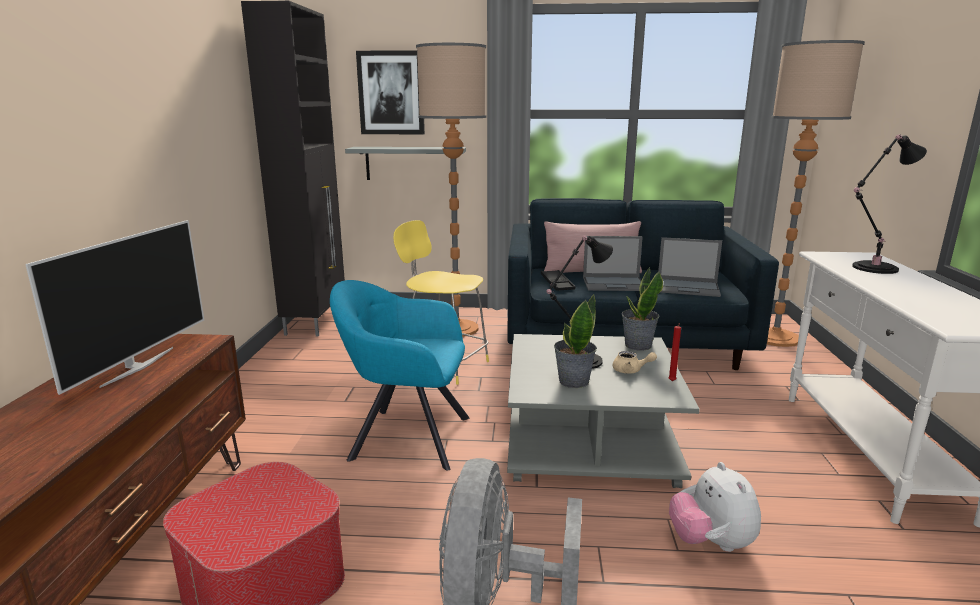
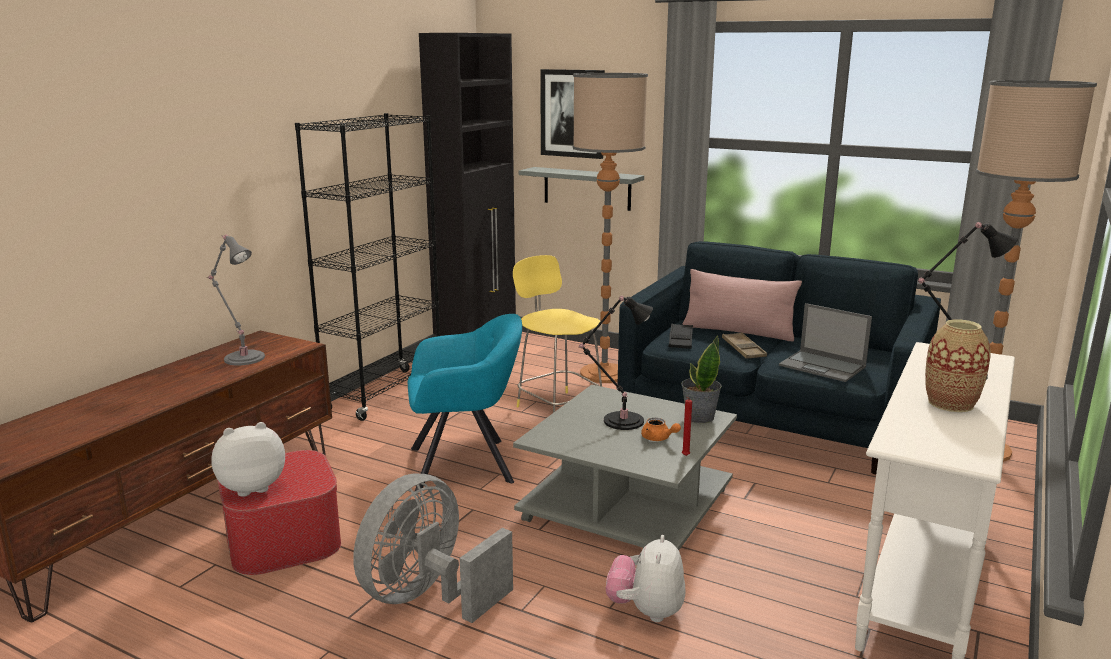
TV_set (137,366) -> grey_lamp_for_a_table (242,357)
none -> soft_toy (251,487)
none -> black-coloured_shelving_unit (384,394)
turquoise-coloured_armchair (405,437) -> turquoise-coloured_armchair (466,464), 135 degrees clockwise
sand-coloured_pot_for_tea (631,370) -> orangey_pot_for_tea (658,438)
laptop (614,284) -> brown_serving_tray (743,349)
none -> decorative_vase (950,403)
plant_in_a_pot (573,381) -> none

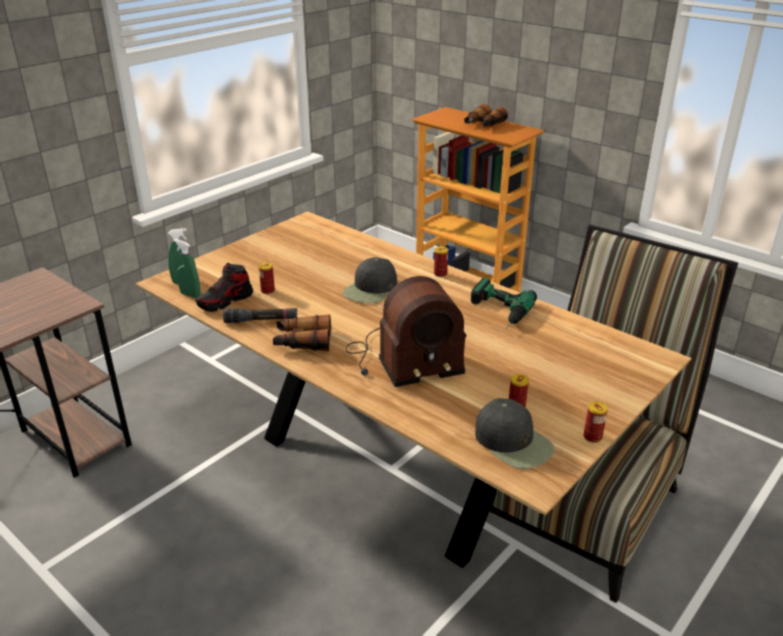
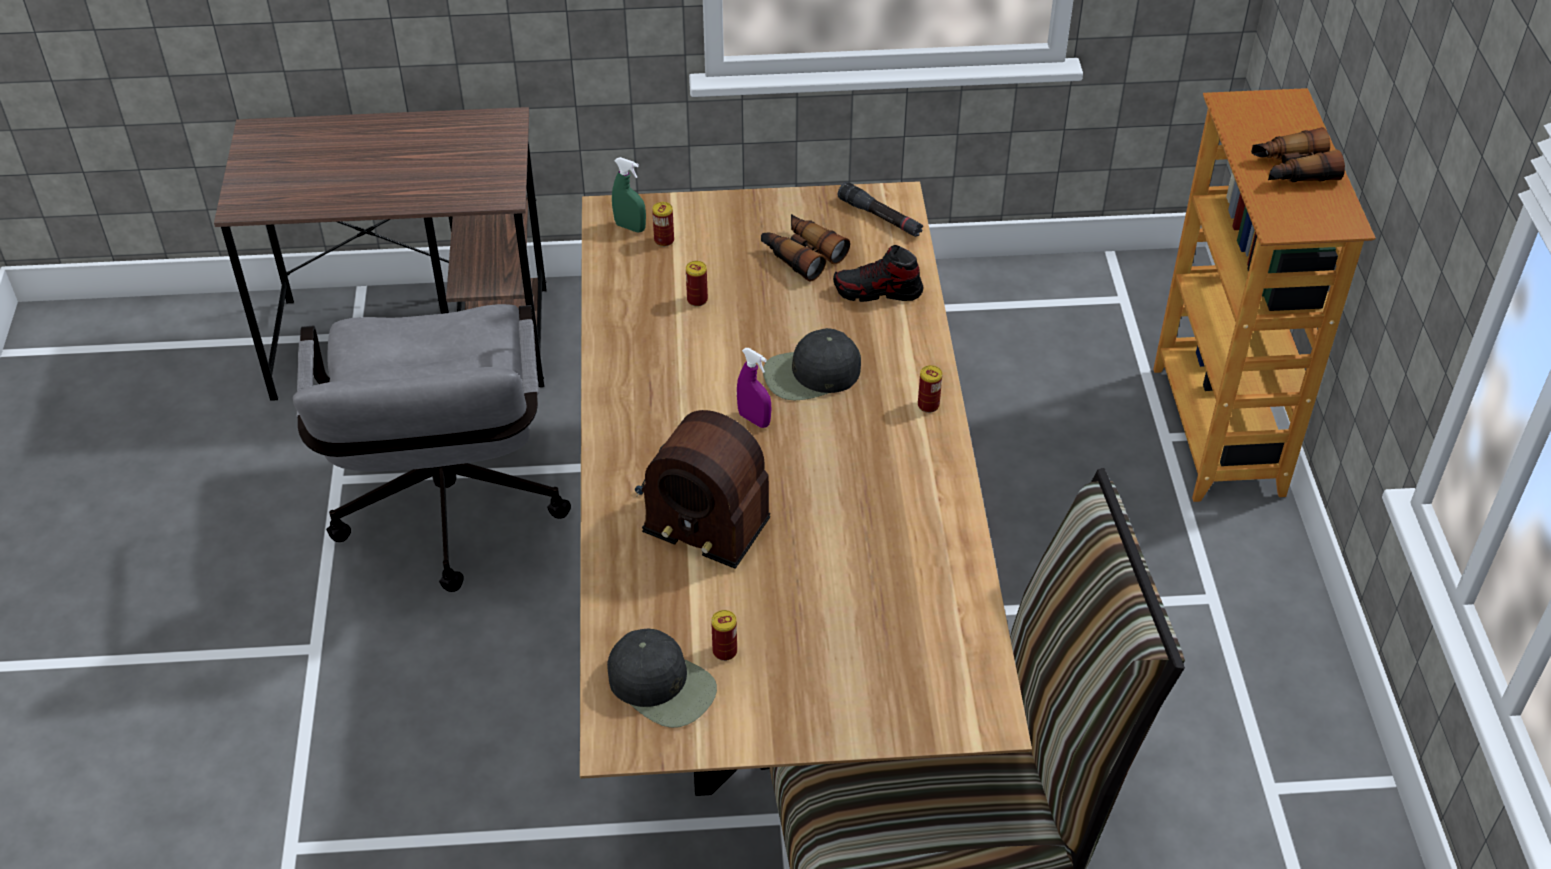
none -> grey_computer_chair (449,518)
black-coloured_baseball_cap (514,442) -> black-coloured_baseball_cap (662,685), 60 degrees counterclockwise
sealed_can (592,437) -> sealed_can (664,240), moved
none -> purple-coloured_spray_bottle (754,419)
binoculars (302,342) -> binoculars (801,254), moved
low_shoe (225,301) -> low_shoe (877,291), moved
black-coloured_flashlight (261,320) -> black-coloured_flashlight (880,217), moved
green_spray_bottle (190,295) -> none
power_drill (497,311) -> none

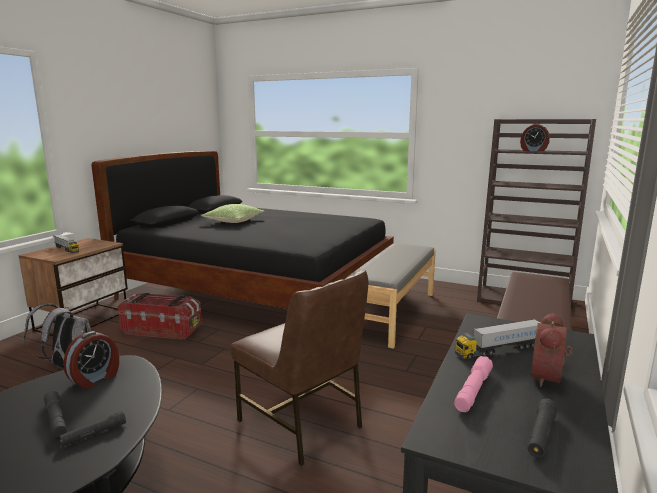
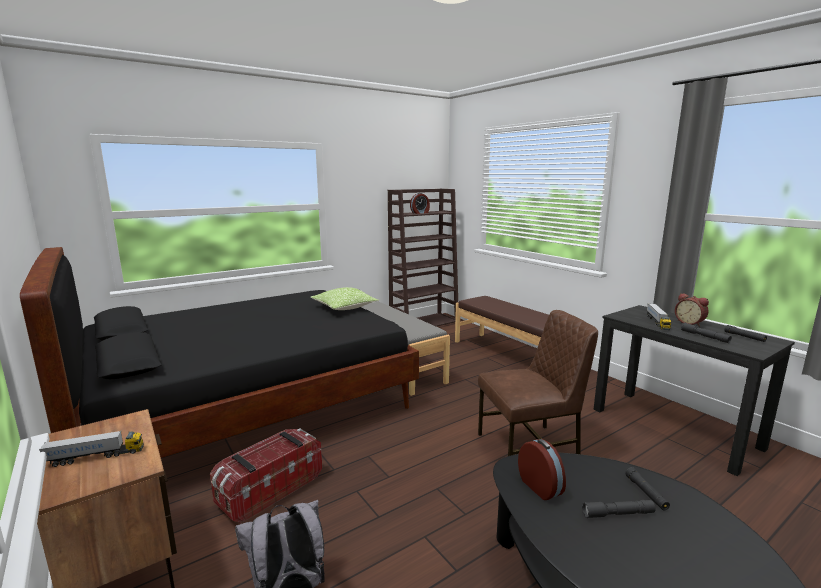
pillow (233,221) -> pillow (344,307), moved
pinkish_flashlight (473,390) -> grey_flashlight (704,337)

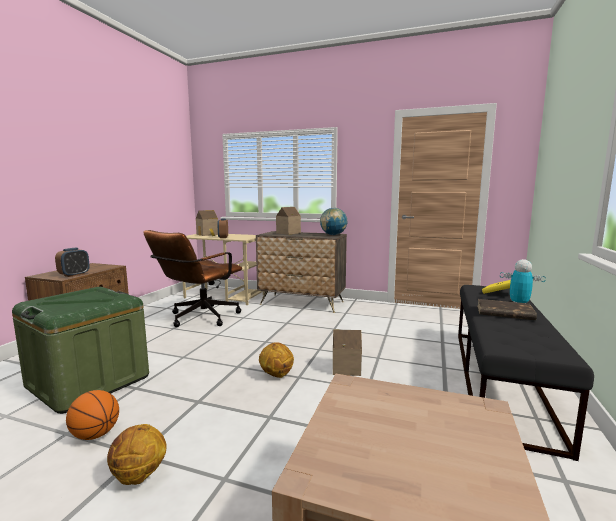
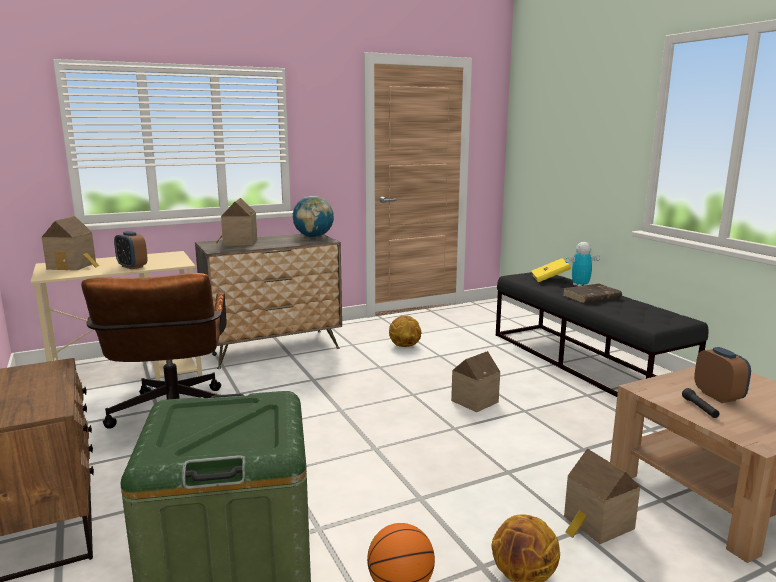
ball_for_basketball (276,375) -> ball_for_basketball (404,346), moved
none -> toy_house (596,524)
none -> black-coloured_flashlight (700,408)
table_clock (74,275) -> table_clock (718,396), moved

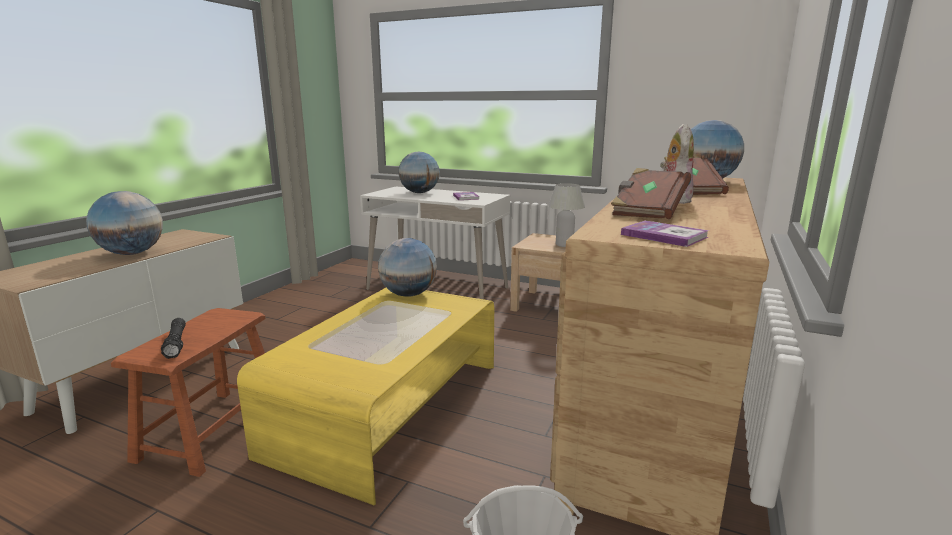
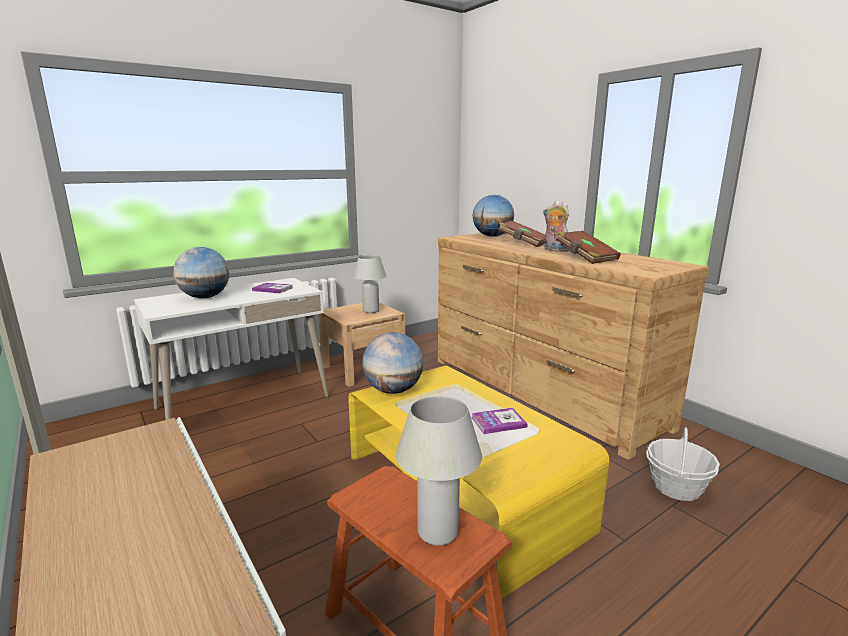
black-coloured_flashlight (176,343) -> white_lamp_for_a_table (438,532)
volume (664,236) -> volume (498,422), moved
desk_globe (132,253) -> none

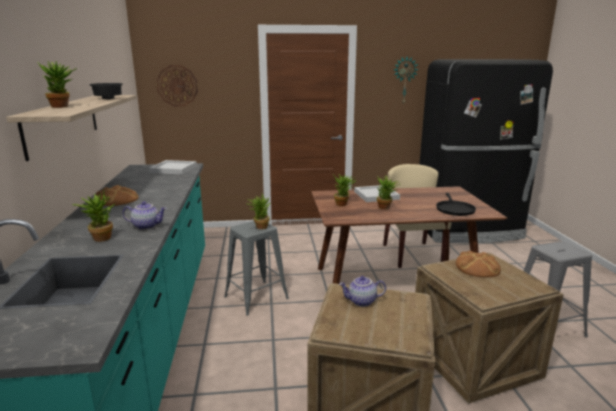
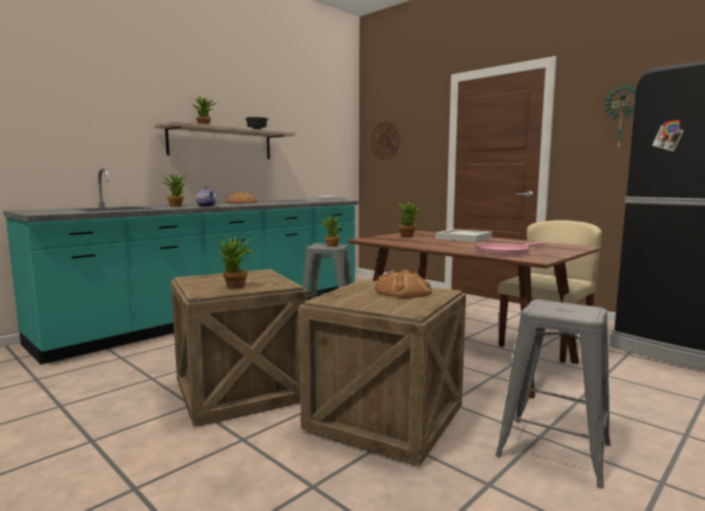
plant_in_a_pot (386,208) -> plant_in_a_pot (235,287), moved
black-coloured_skillet (454,209) -> pinkish_skillet (505,252)
pot_for_tea (361,302) -> none

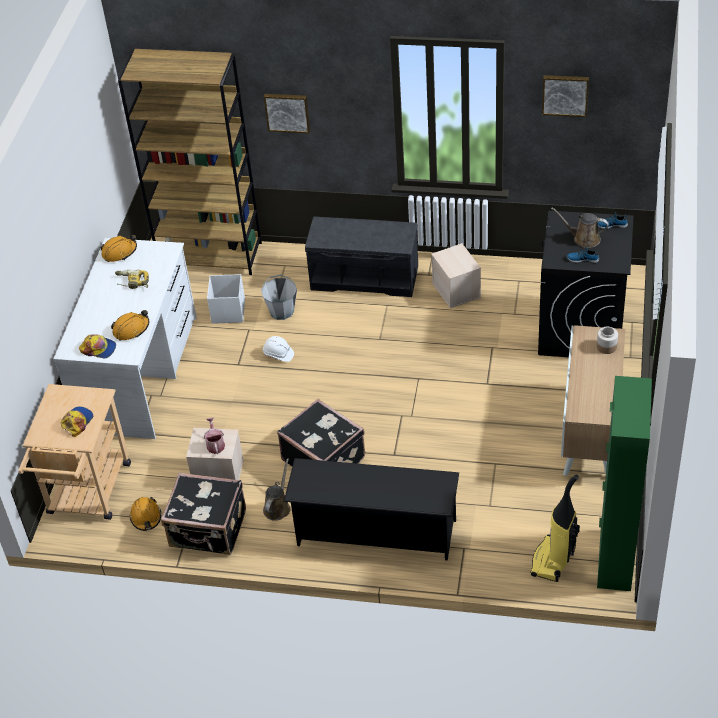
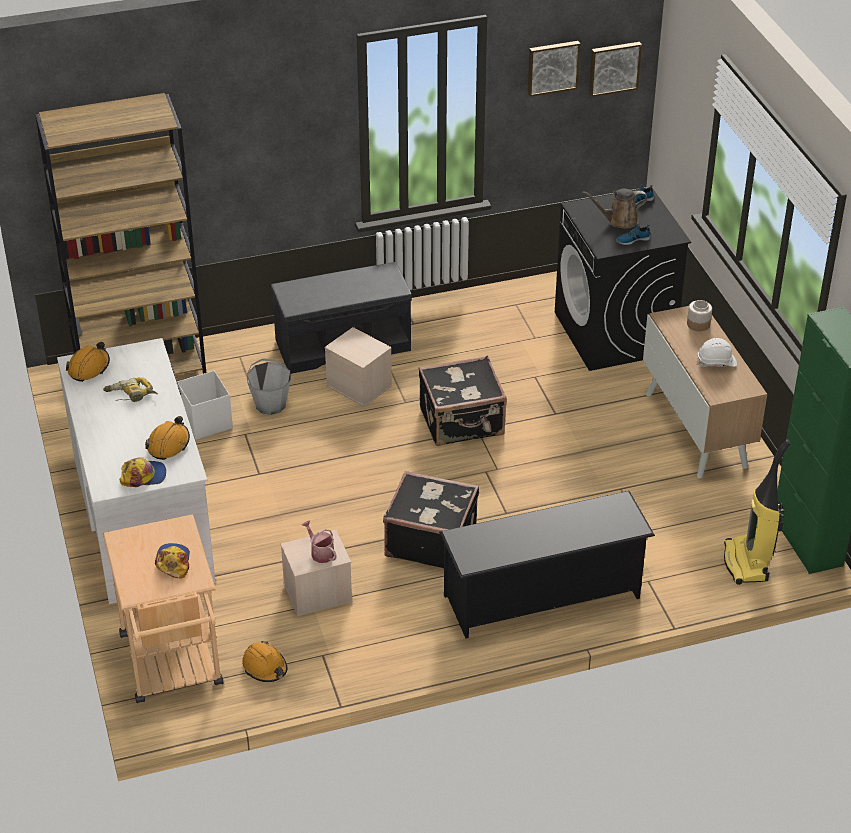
sand-coloured_storage_container (457,290) -> sand-coloured_storage_container (360,386), moved
black-coloured_suitcase (208,530) -> black-coloured_suitcase (462,422), moved
wall_picture (287,112) -> wall_picture (614,67), moved
white_work_helmet (278,354) -> white_work_helmet (716,362), moved
brown_watering_pot (278,507) -> none

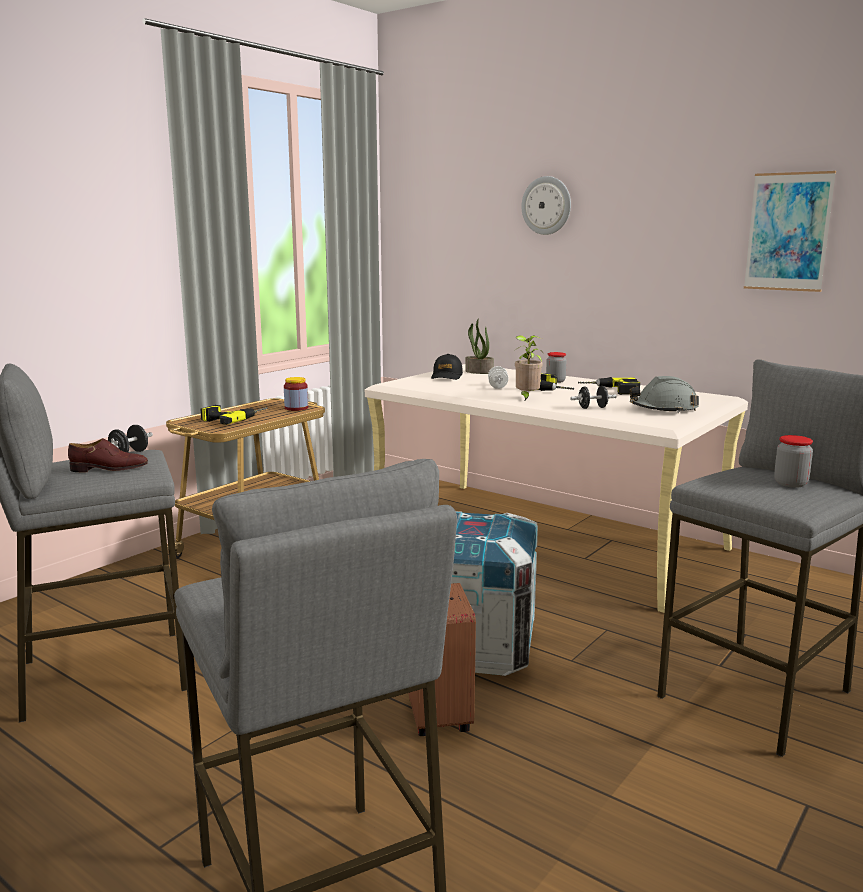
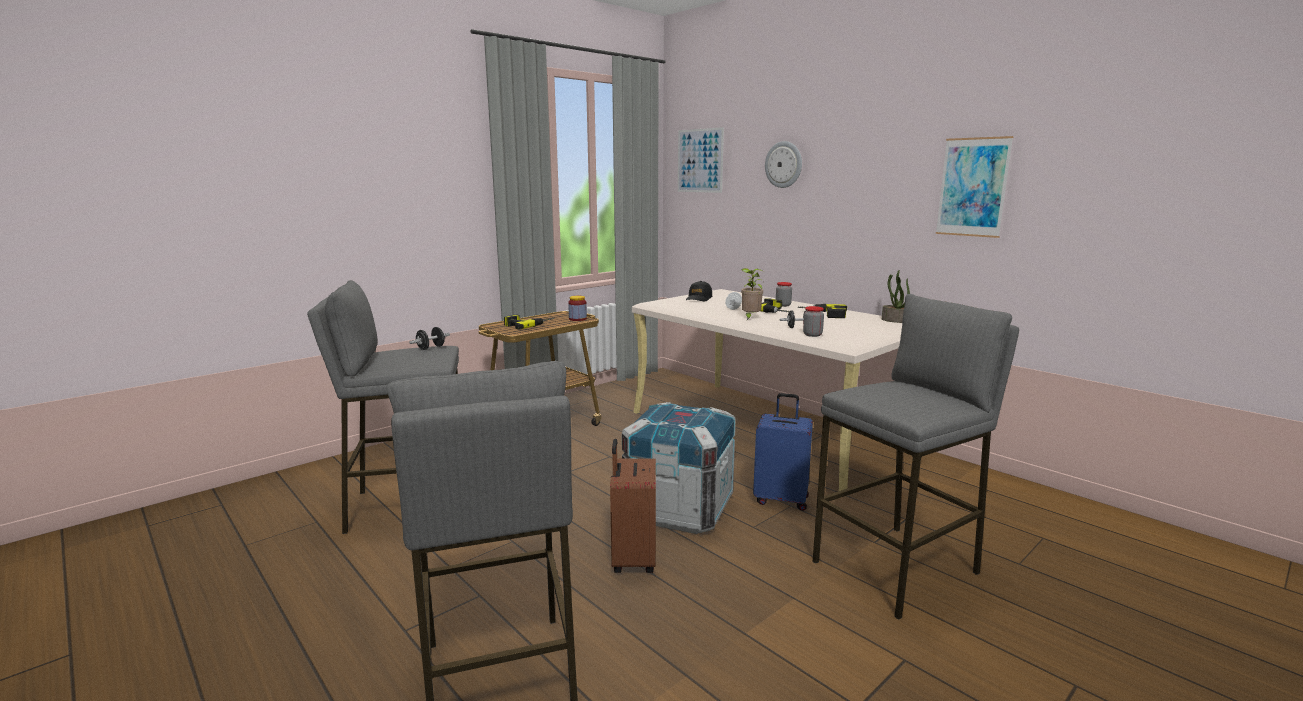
none -> wall_picture (700,160)
none -> blue-coloured_suitcase (781,499)
storage_jar (790,483) -> storage_jar (812,335), moved
plant_in_a_pot (478,372) -> plant_in_a_pot (895,320), moved
brown_low_shoe (109,468) -> none
grey_work_helmet (663,409) -> none

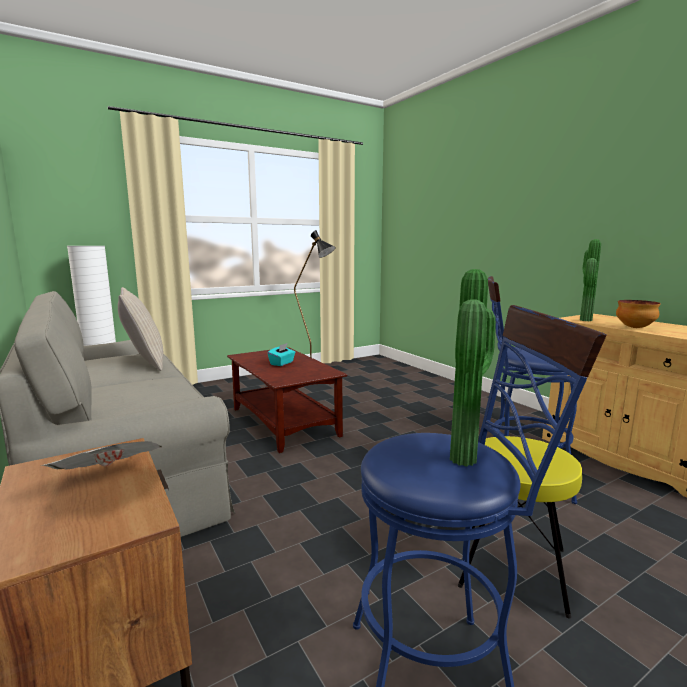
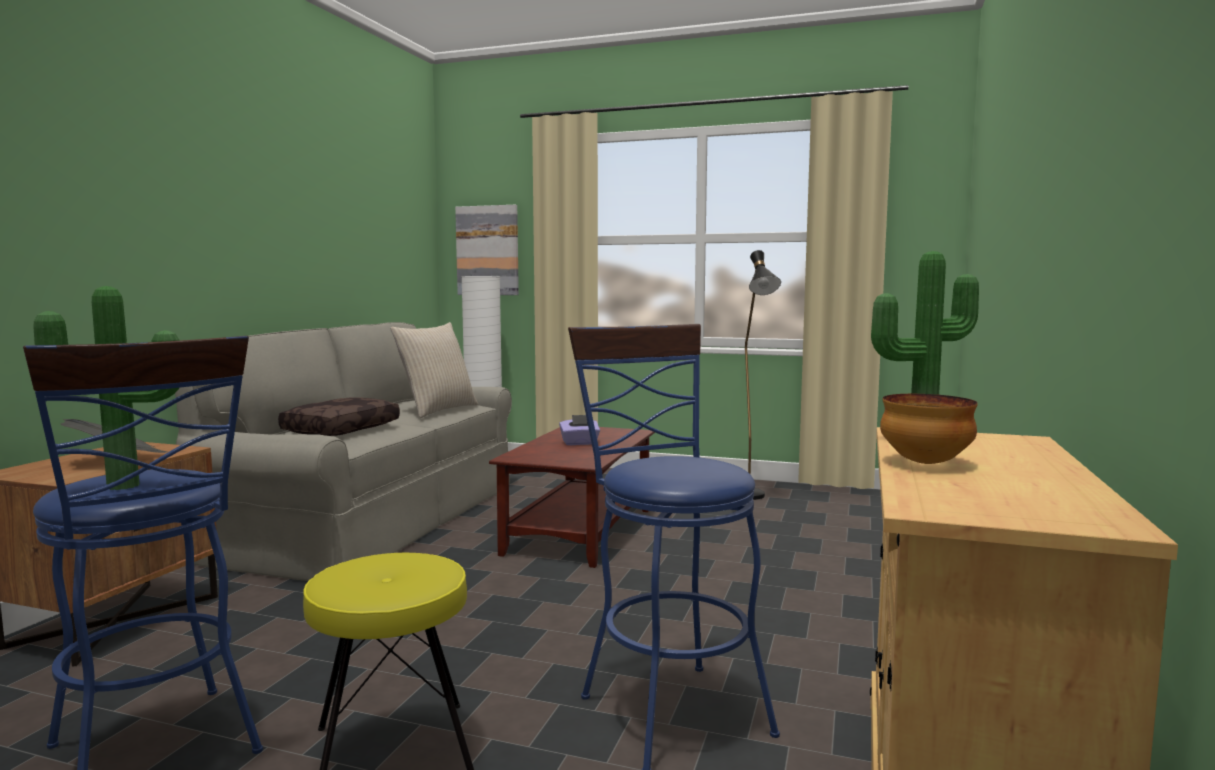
none -> brown_pillow (341,429)
none -> wall_picture (488,250)
turquoise-coloured_box_of_tissues (282,363) -> purple-coloured_box_of_tissues (579,443)

